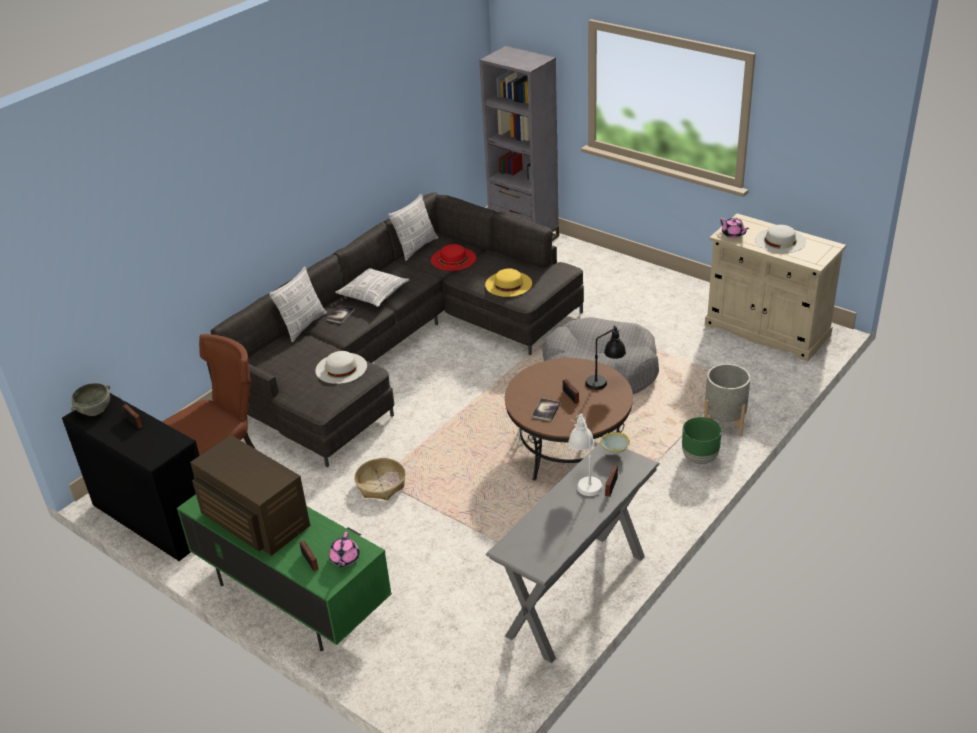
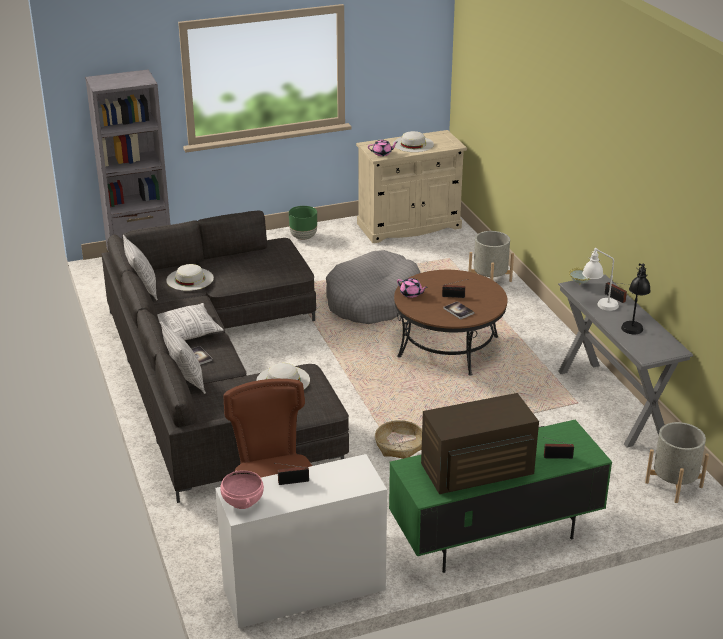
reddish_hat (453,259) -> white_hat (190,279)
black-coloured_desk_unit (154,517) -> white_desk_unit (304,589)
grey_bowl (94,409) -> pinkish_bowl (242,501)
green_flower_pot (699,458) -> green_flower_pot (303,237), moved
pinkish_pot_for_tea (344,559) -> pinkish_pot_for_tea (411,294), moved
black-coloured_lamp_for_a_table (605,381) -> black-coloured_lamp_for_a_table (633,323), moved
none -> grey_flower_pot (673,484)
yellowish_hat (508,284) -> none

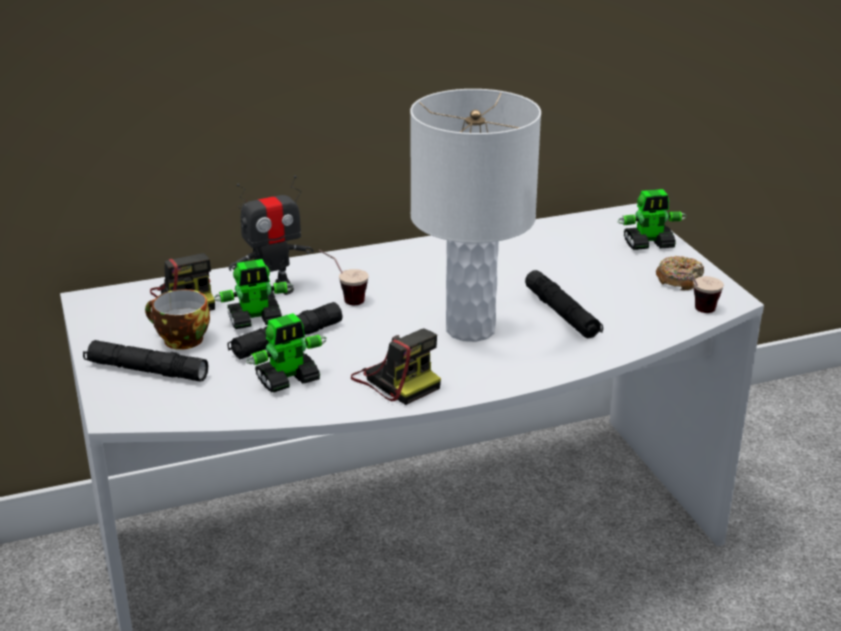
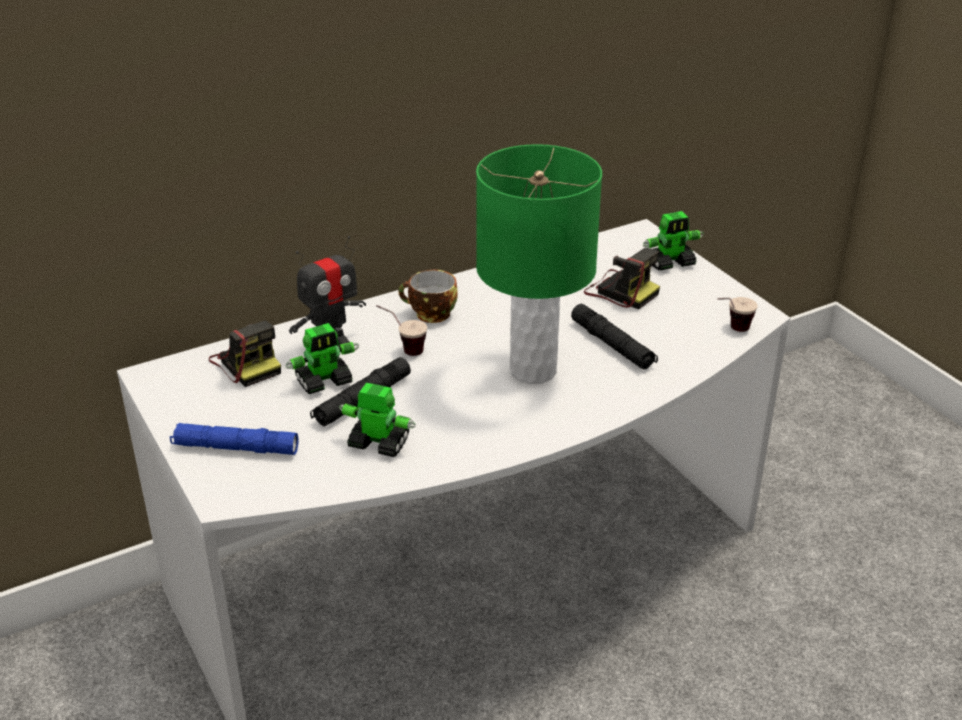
black-coloured_flashlight (146,370) -> blue-coloured_flashlight (235,448)
robot_figure (288,380) -> robot_figure (378,443), 120 degrees counterclockwise
small_cup (180,340) -> small_cup (430,314), moved
white_lamp_for_a_table (470,329) -> green_lamp_for_a_table (533,370)
photo_camera (396,380) -> photo_camera (620,291), moved
donut (679,280) -> none

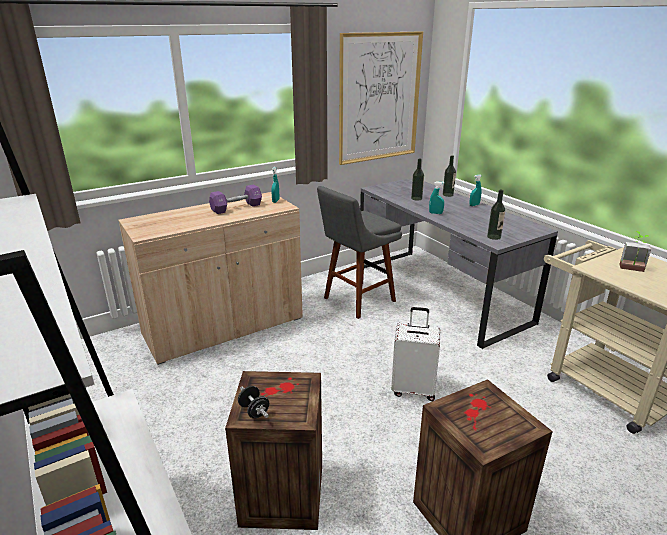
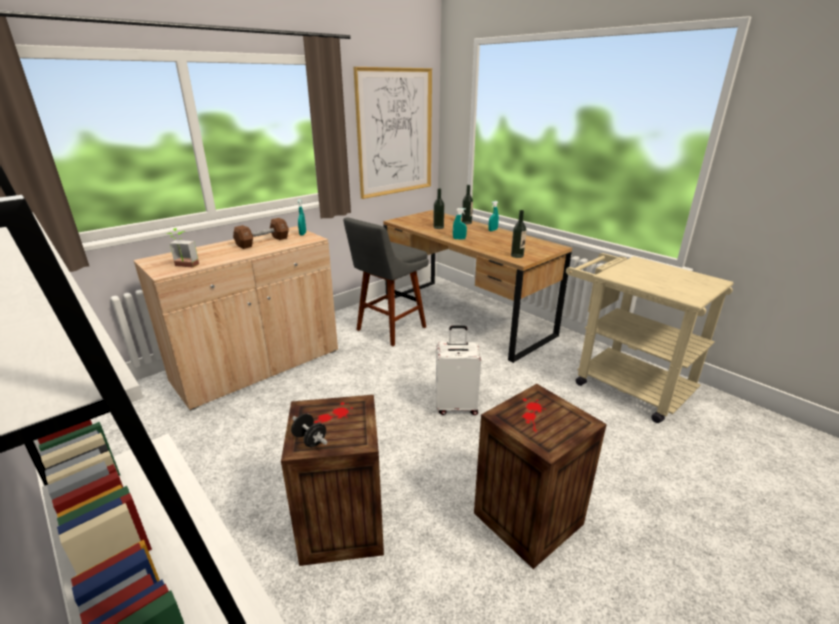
plant_in_a_pot (632,269) -> plant_in_a_pot (184,266), moved
purple-coloured_free_weight (236,208) -> brown_free_weight (263,242)
grey_desk_unit (439,293) -> brown_desk_unit (465,316)

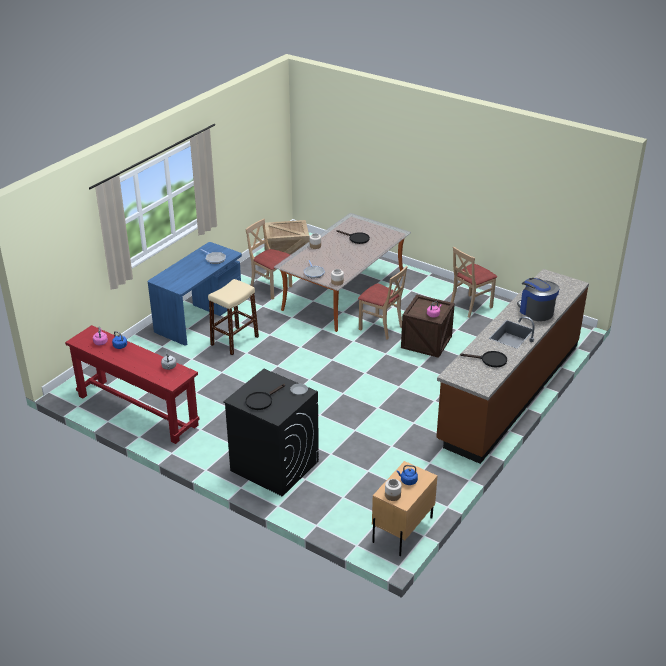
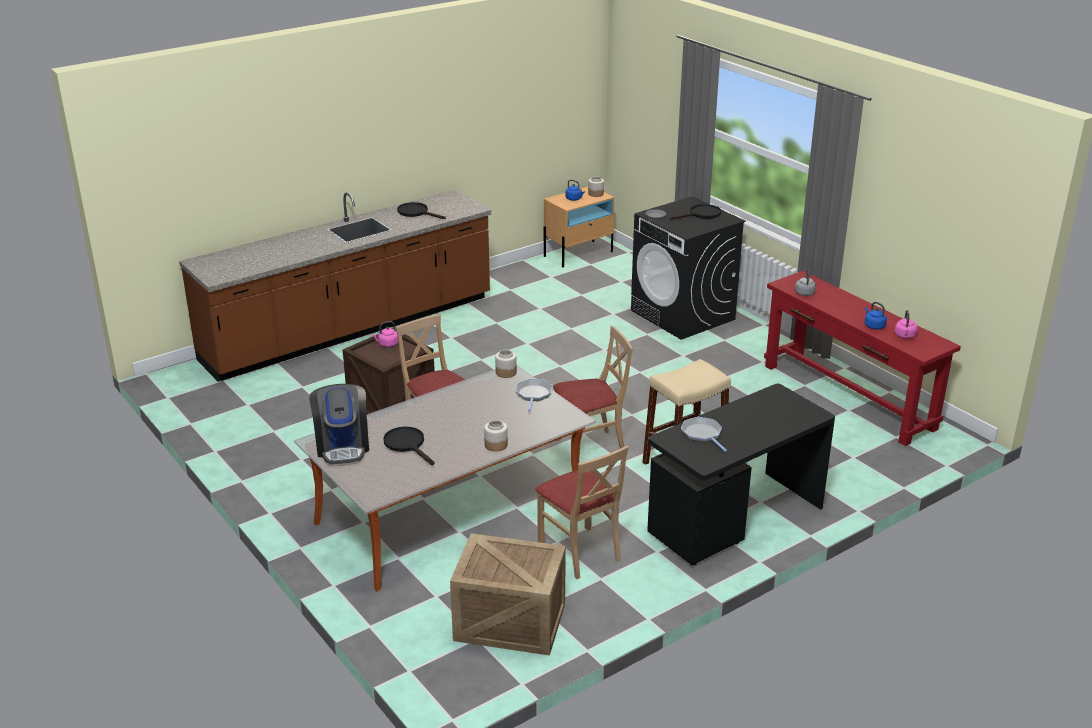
coffee_machine (535,311) -> coffee_machine (342,446), moved
sand-coloured_upright_chair (470,306) -> sand-coloured_upright_chair (590,448), moved
blue-coloured_desk_unit (199,317) -> black-coloured_desk_unit (734,519)

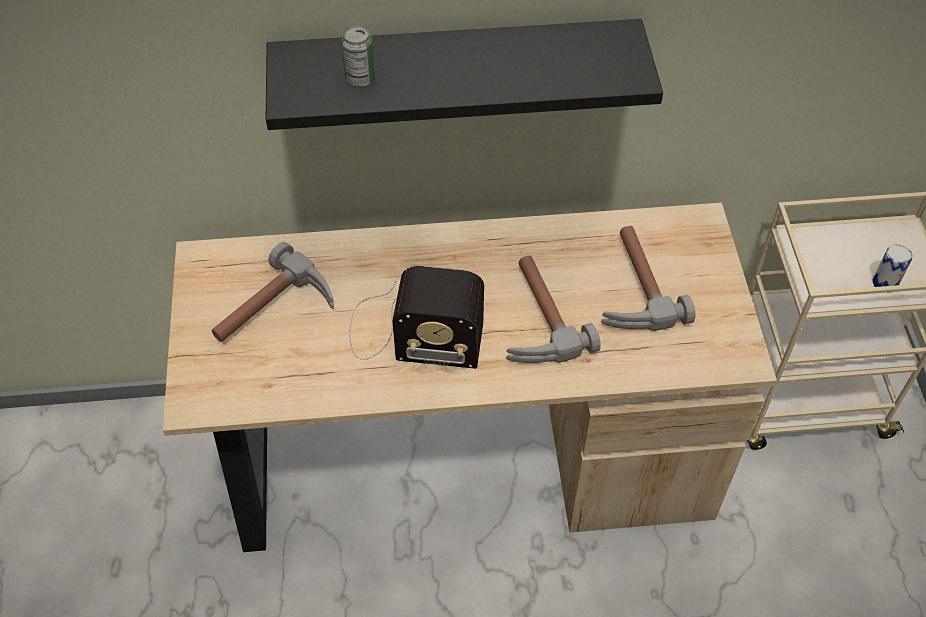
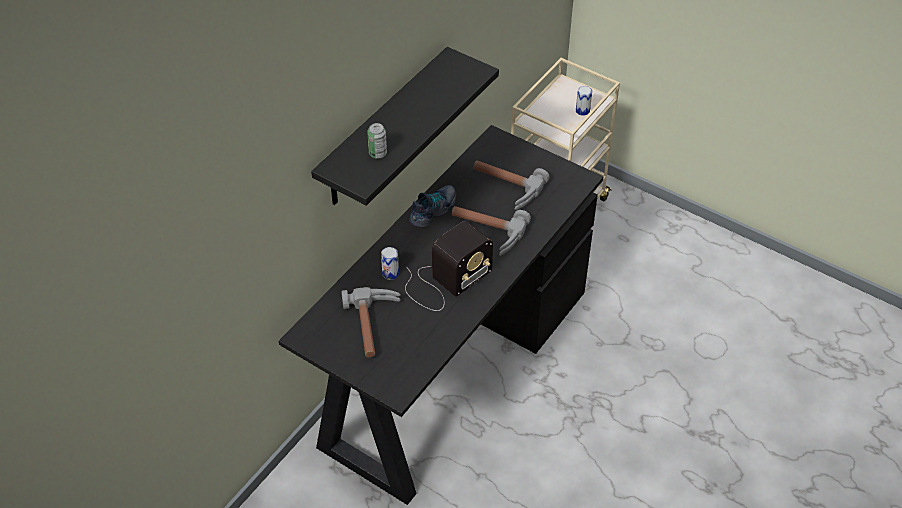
sand-coloured_desk_unit (462,458) -> black-coloured_desk_unit (450,368)
none -> sealed_can (390,273)
none -> low_shoe (434,210)

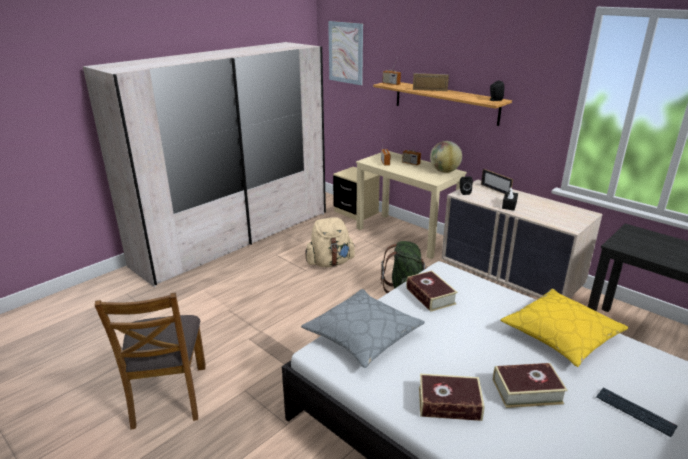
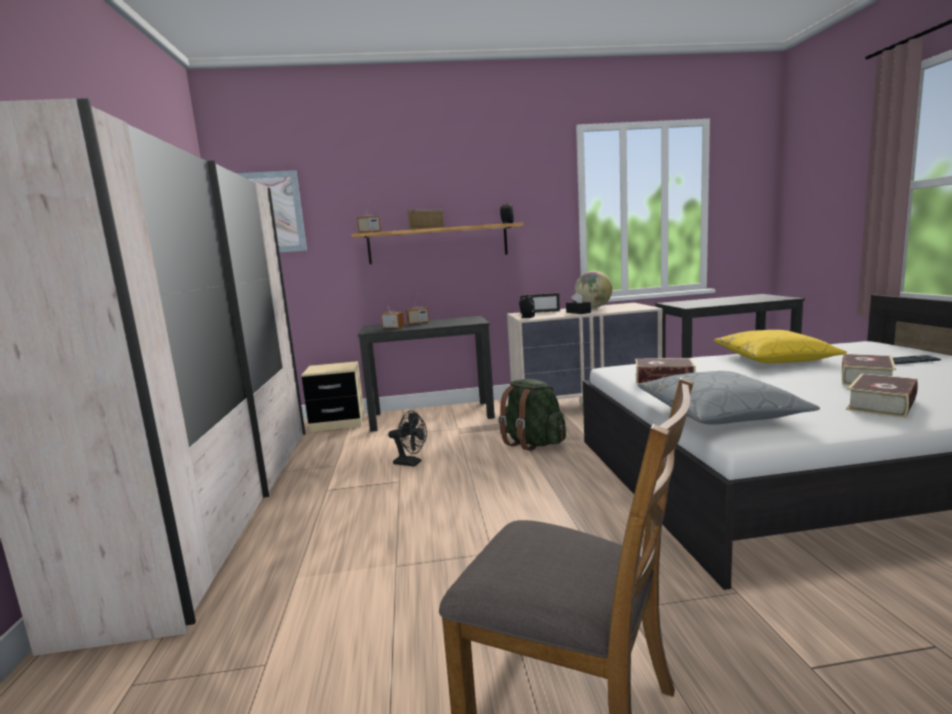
sand-coloured_desk_unit (406,235) -> black-coloured_desk_unit (432,415)
sand-coloured_rucksack (330,263) -> black-coloured_cooling_fan (411,463)
desk_globe (444,171) -> desk_globe (593,307), moved

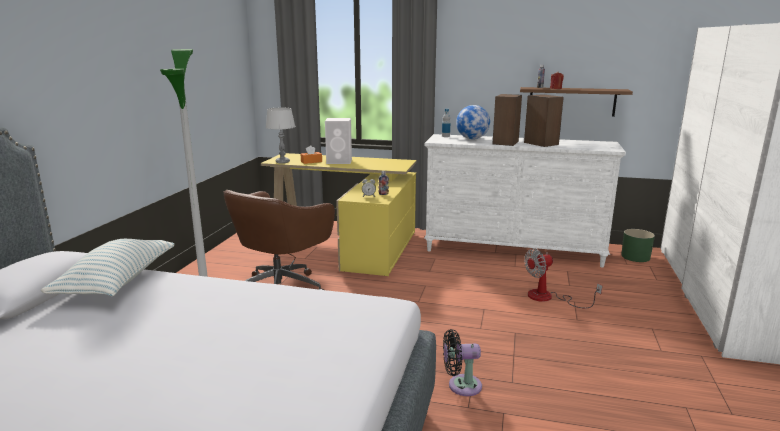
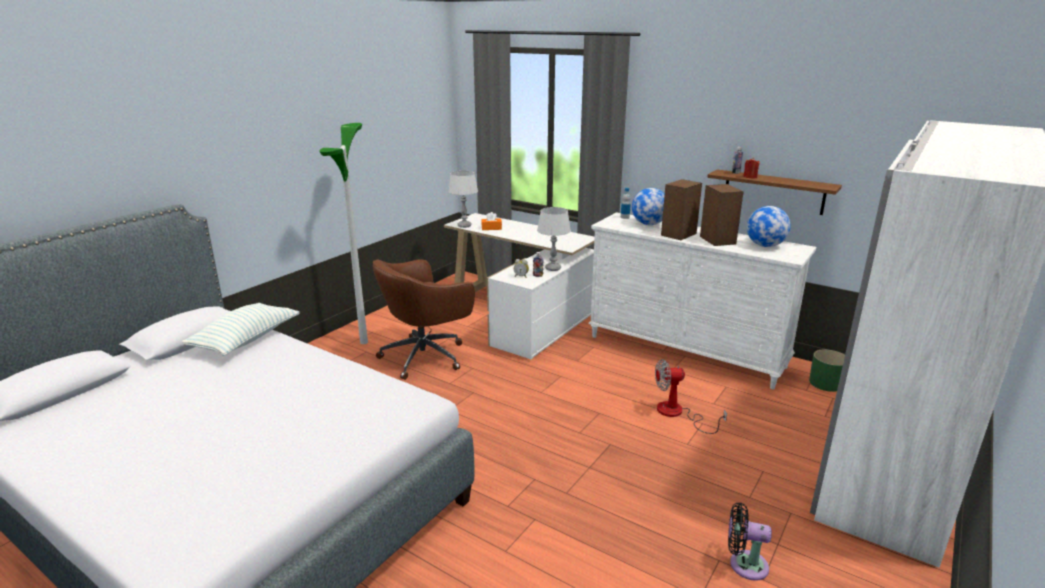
yellowish_desk_unit (350,242) -> white_desk_unit (522,314)
none -> grey_lamp_for_a_table (552,268)
black-coloured_cooling_fan (461,385) -> black-coloured_cooling_fan (744,564), moved
none -> desk_globe (765,246)
white_speaker (340,161) -> none

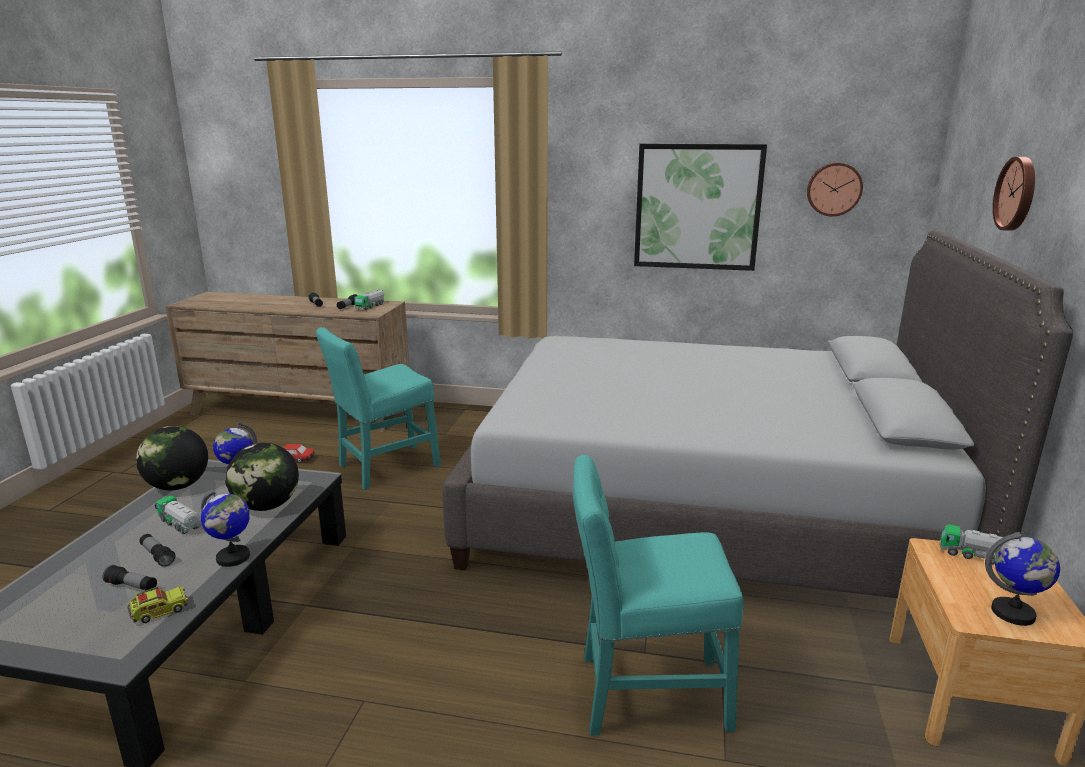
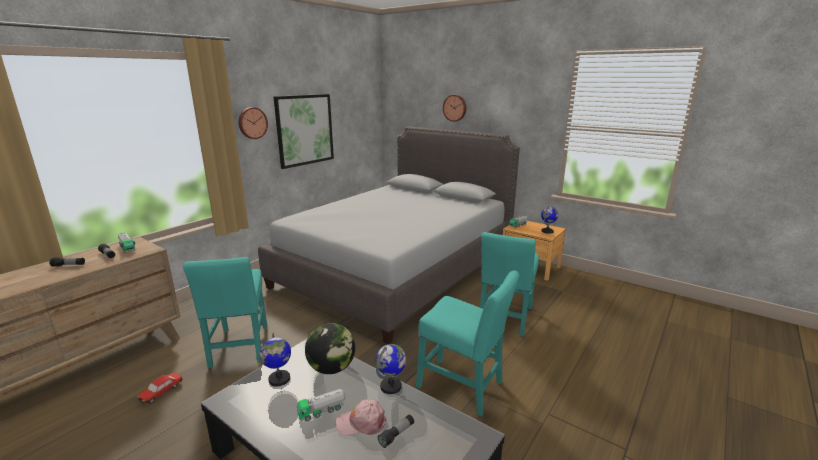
hanging_clock (833,189) -> hanging_clock (252,123), moved
flashlight (157,555) -> pinkish_baseball_cap (361,422)
none -> turquoise-coloured_upright_chair (463,387)
toy_truck (160,611) -> none
desk_globe (178,486) -> none

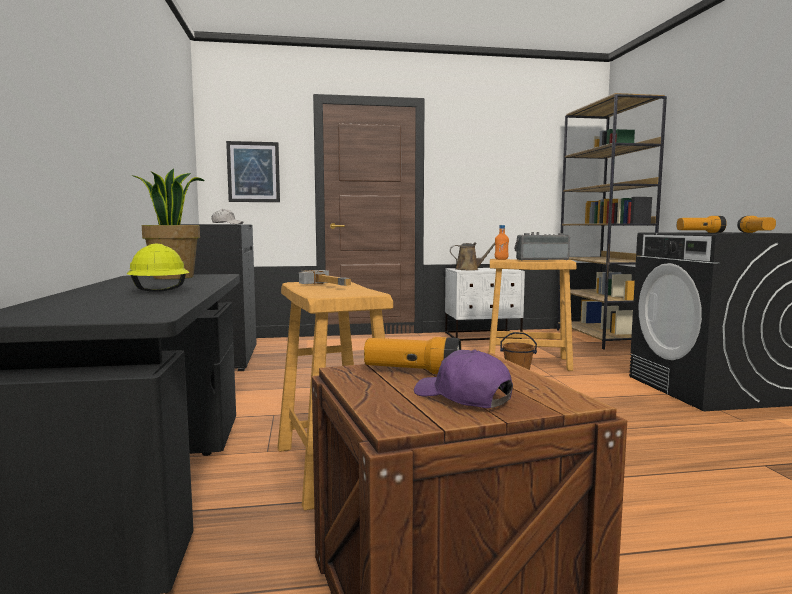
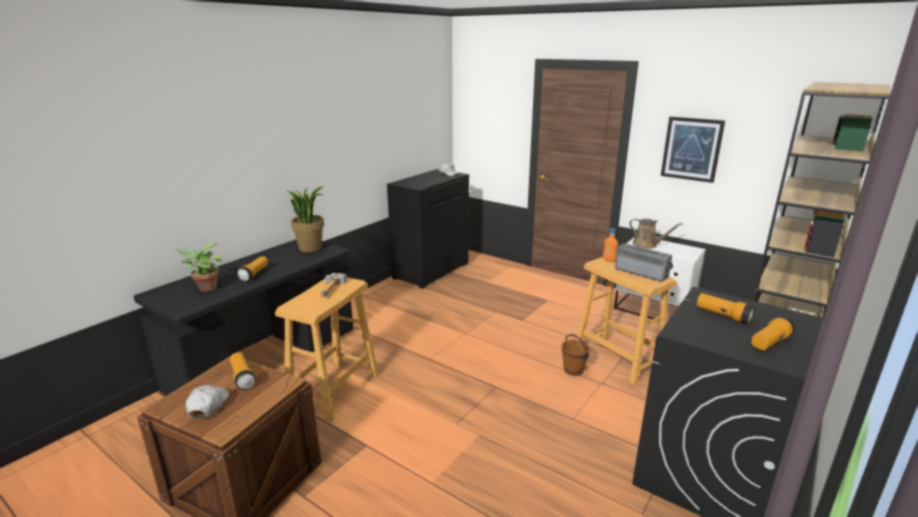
none -> plant_in_a_pot (205,288)
purple-coloured_baseball_cap (462,397) -> white_baseball_cap (208,405)
yellowish_work_helmet (160,291) -> flashlight (254,274)
wall_picture (253,172) -> wall_picture (691,149), moved

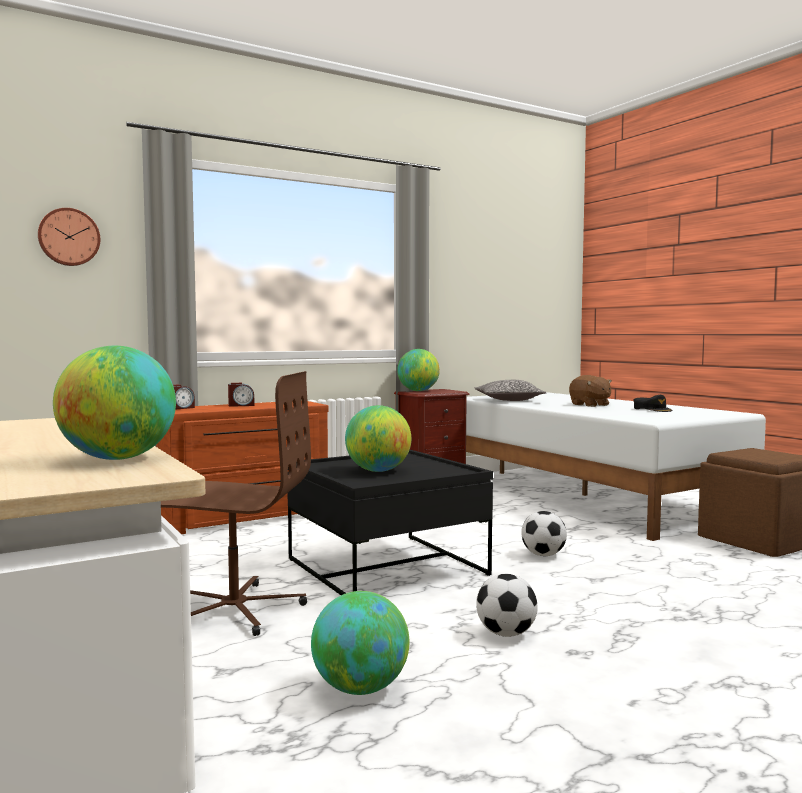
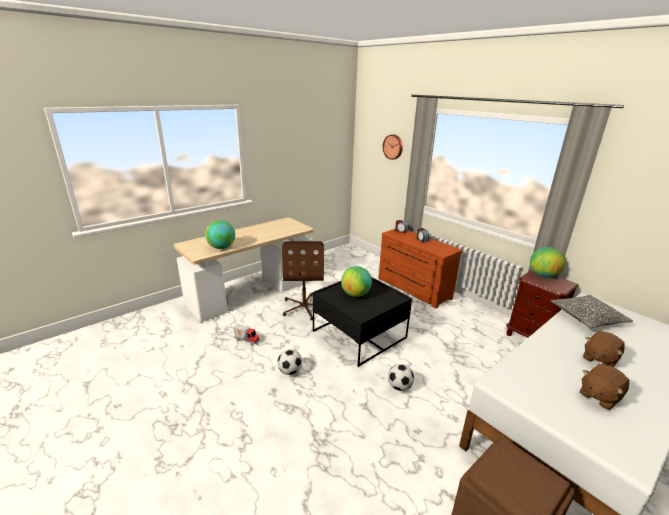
desk_globe (360,688) -> toy_truck (247,340)
black-coloured_baseball_cap (652,409) -> brown_soft_toy (599,396)

